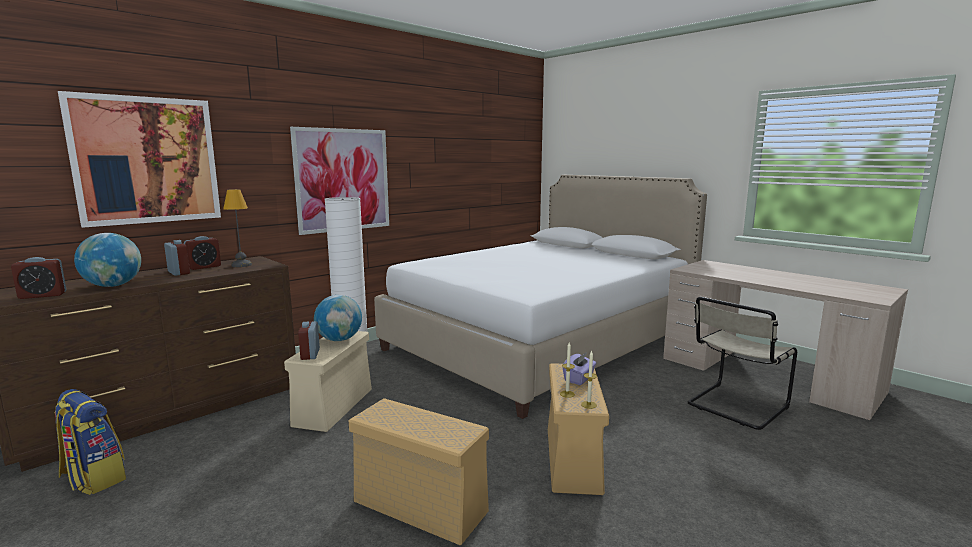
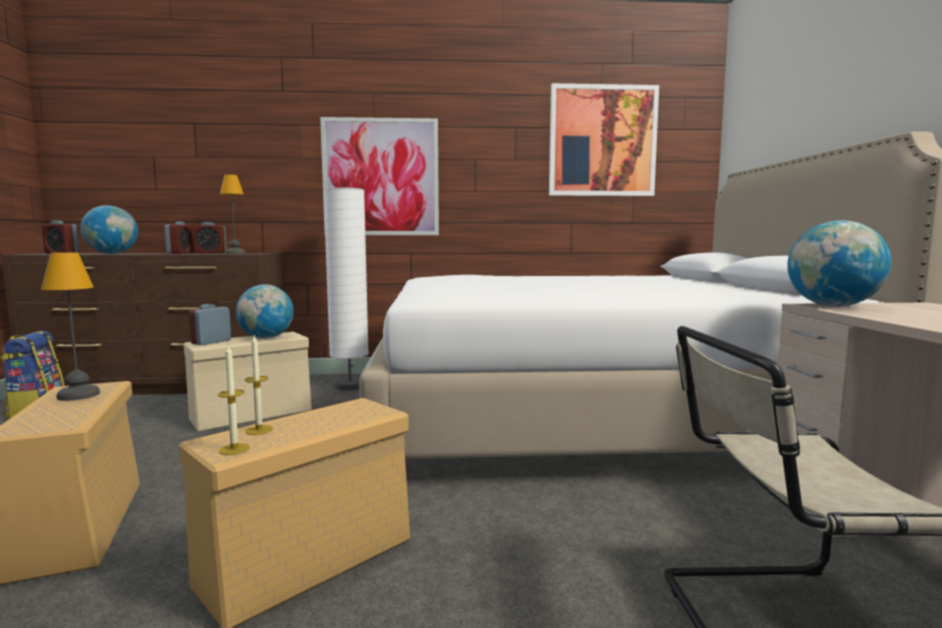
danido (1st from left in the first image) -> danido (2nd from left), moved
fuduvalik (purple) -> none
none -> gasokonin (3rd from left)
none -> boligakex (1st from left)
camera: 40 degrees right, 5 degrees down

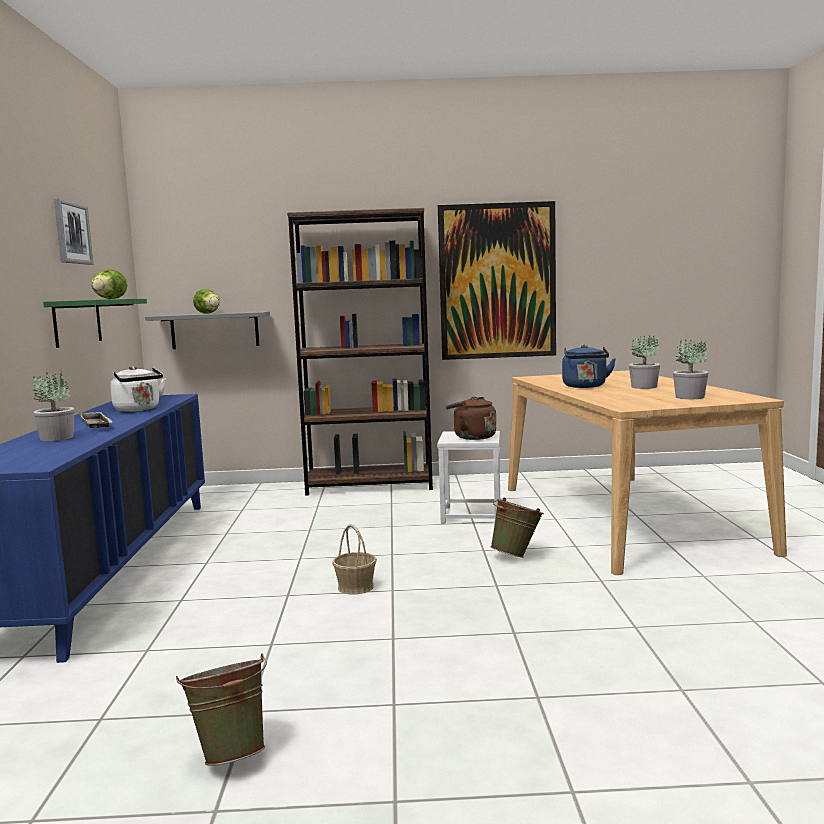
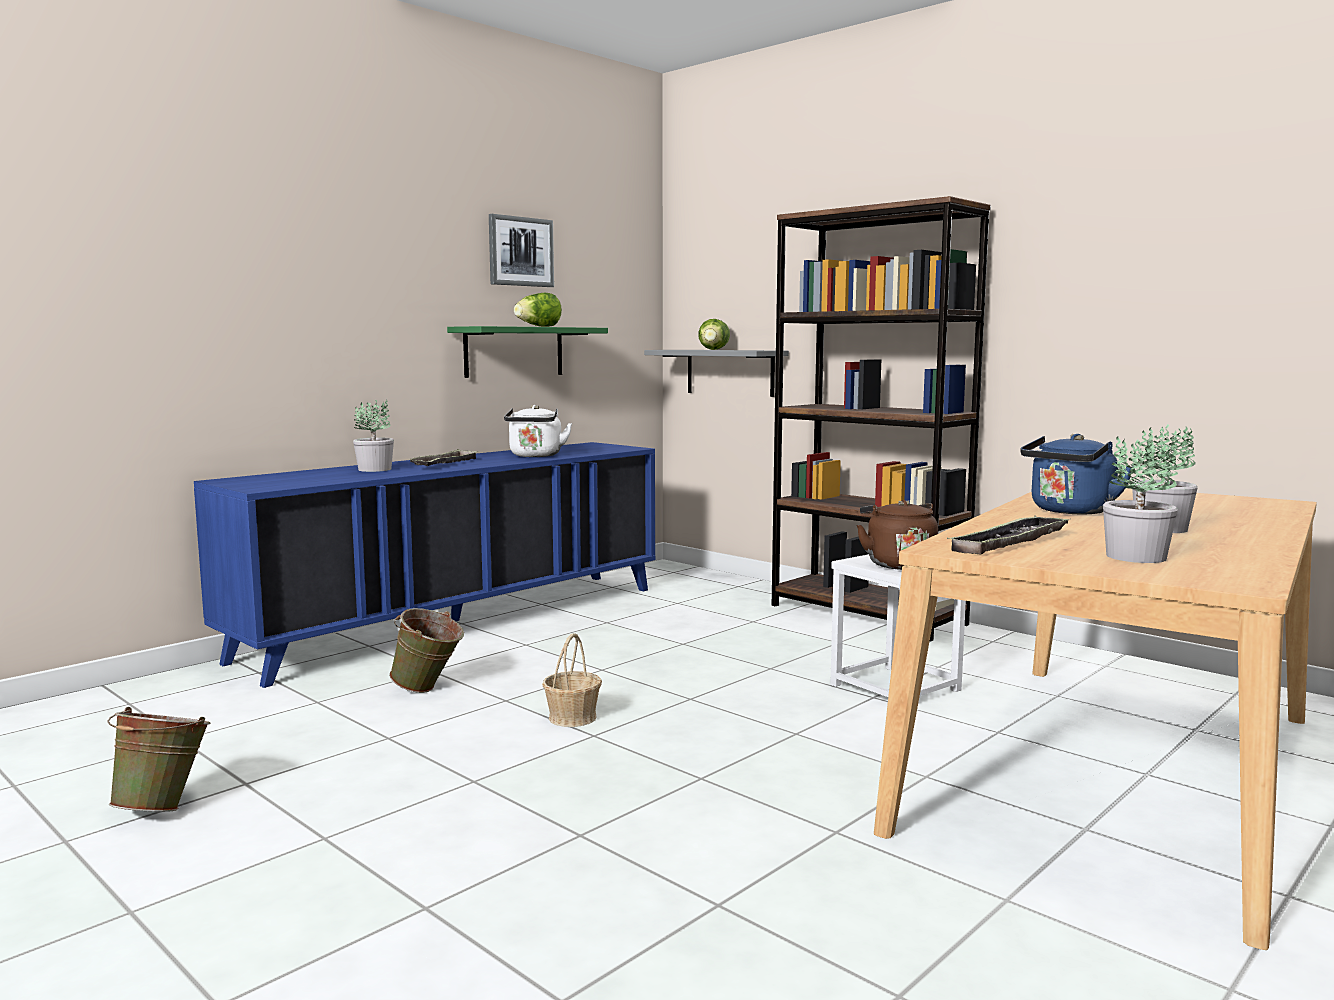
danido (2nd from left) -> none
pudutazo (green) (2nd from left), moved
none -> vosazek (2nd from left)
camera: 45 degrees right, 0 degrees up

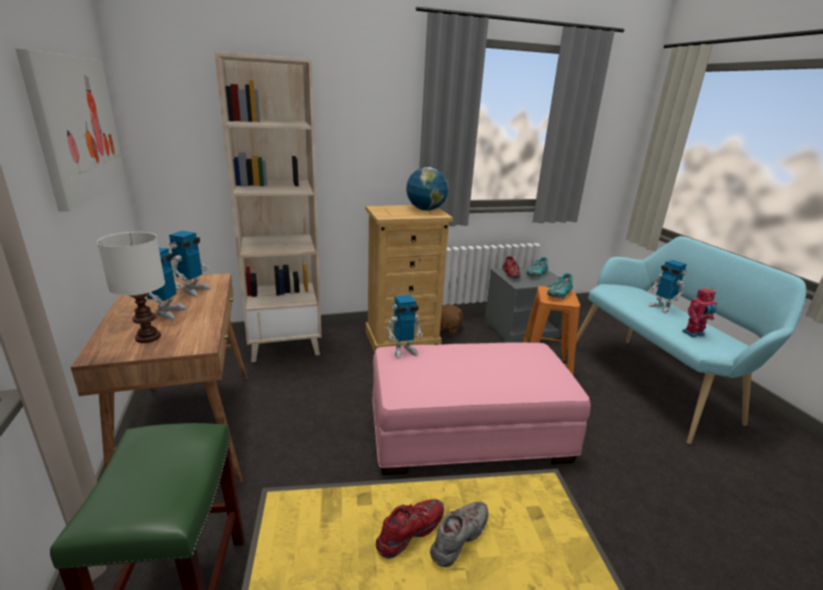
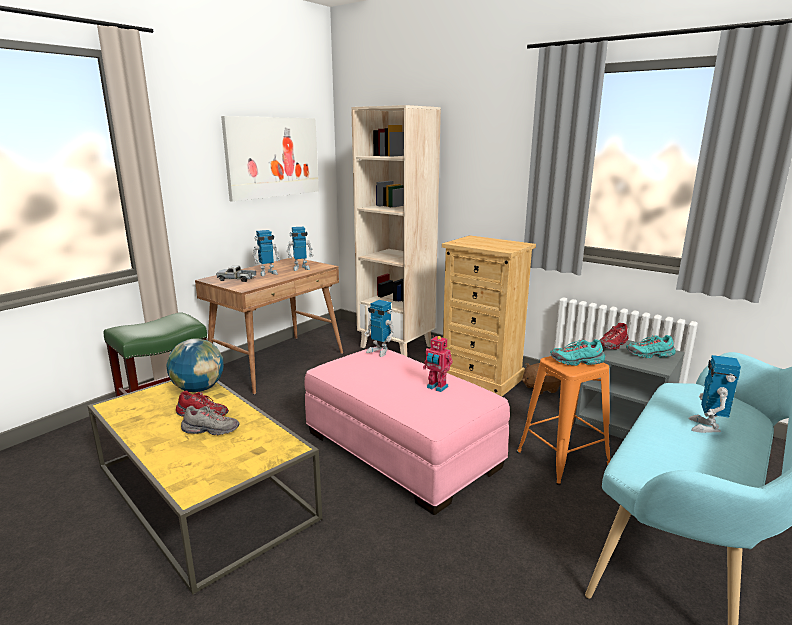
gasokonin, moved
boligakex (white) -> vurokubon
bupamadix (5th from left in the first image) -> bupamadix (4th from left), moved
camera: 55 degrees right, 5 degrees down

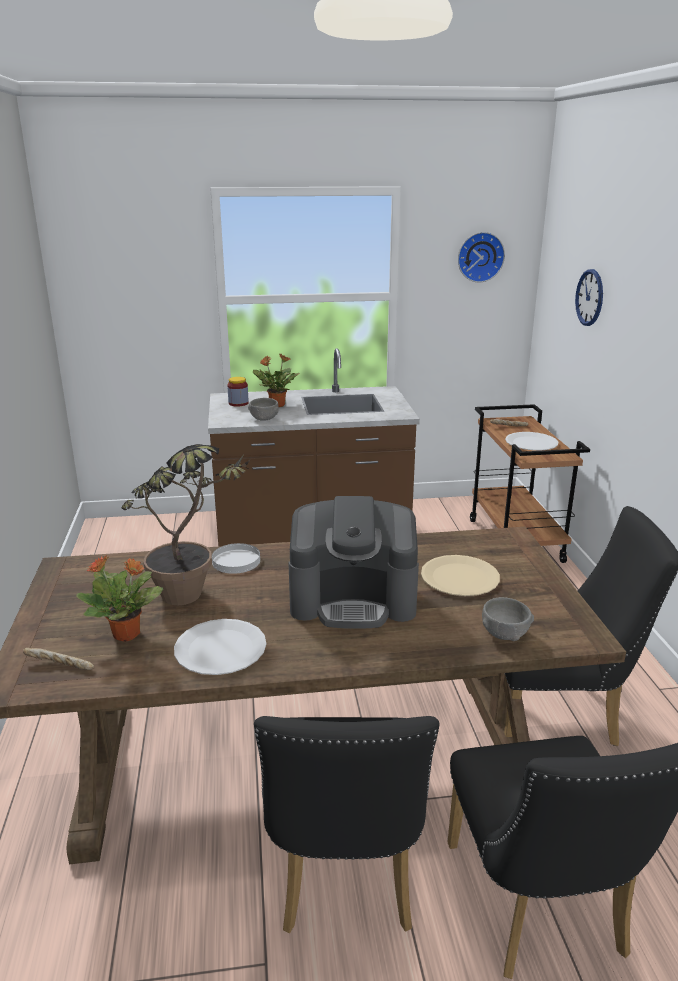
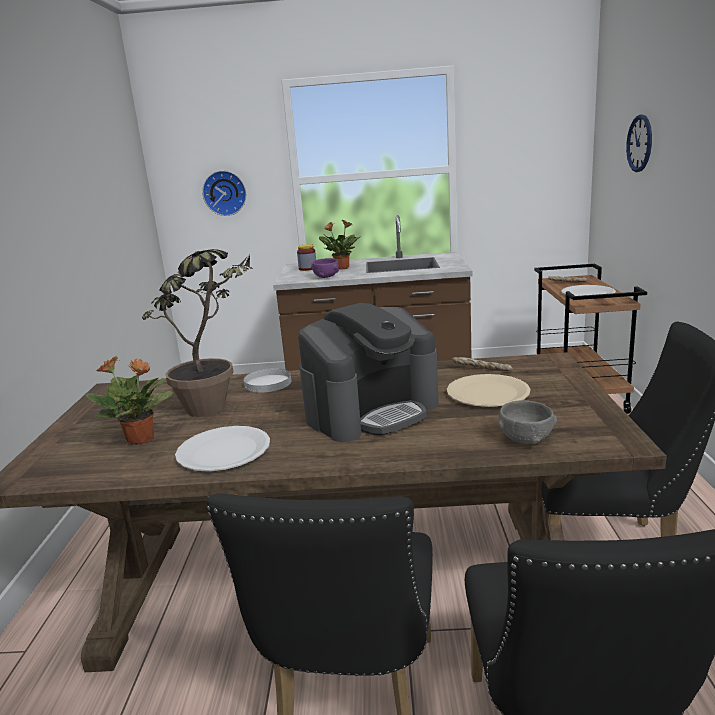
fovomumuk (1st from left), moved
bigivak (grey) (1st from left) -> bigivak (purple)
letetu, 45 degrees counterclockwise
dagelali (1st from left), moved
camera: 10 degrees right, 5 degrees down

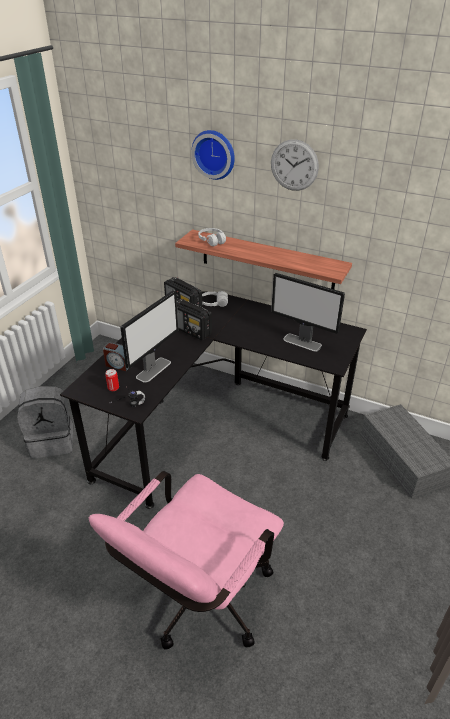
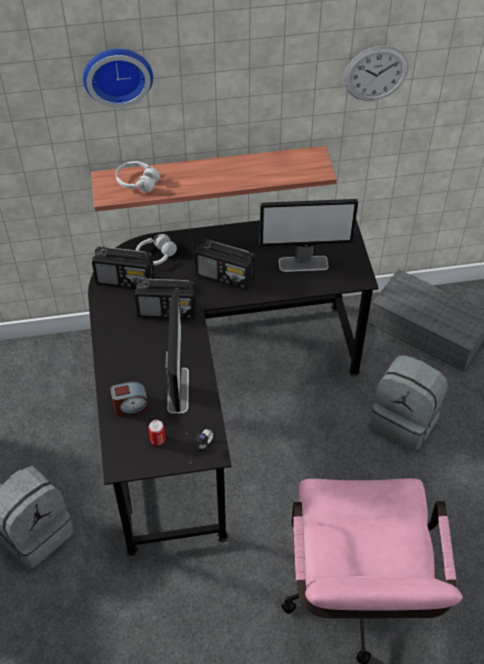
fovomumuk (2nd from left), moved
none -> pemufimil (3rd from left)
none -> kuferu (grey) (2nd from left)
camera: 35 degrees left, 15 degrees up

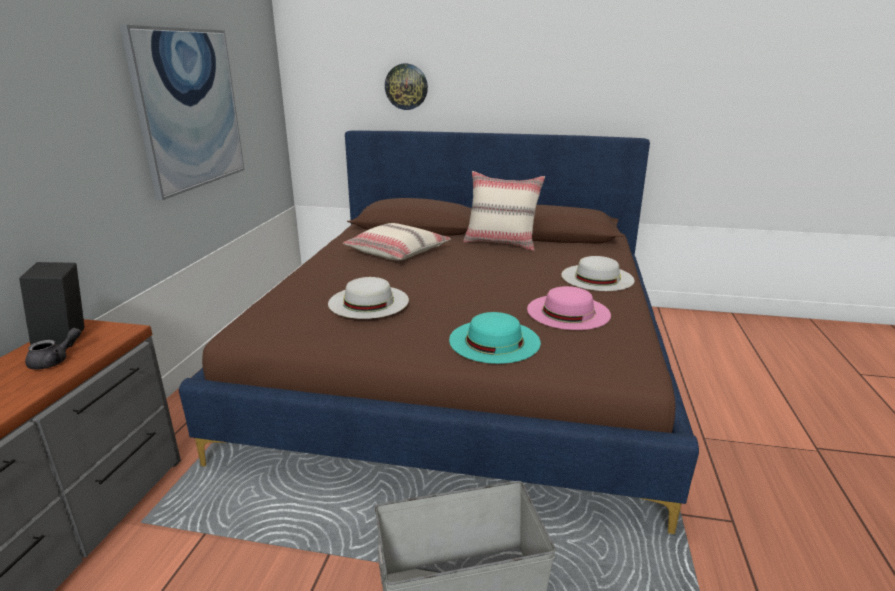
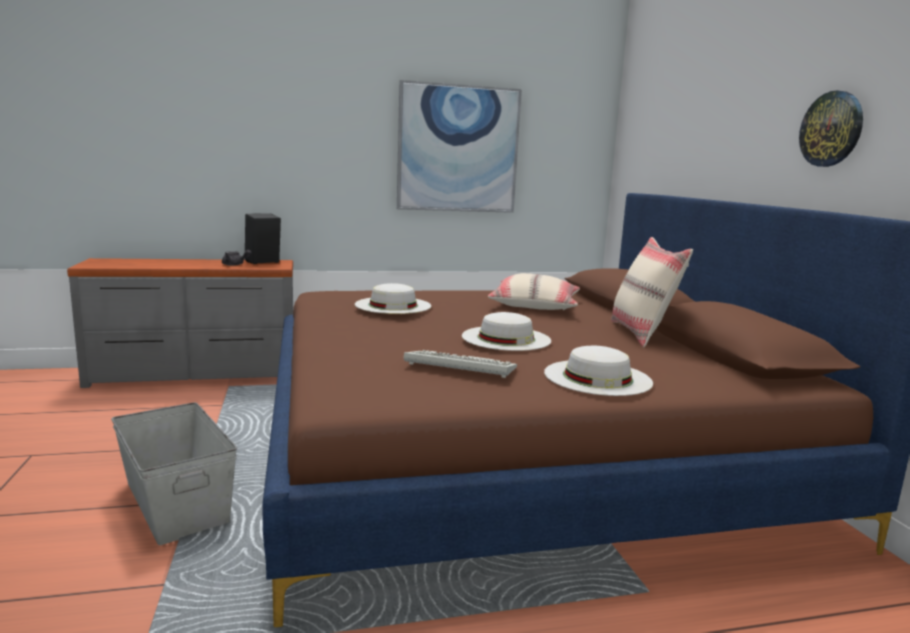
fovomumuk, moved
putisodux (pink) -> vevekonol
putisodux (turquoise) -> none
none -> putisodux (white) (2nd from left)
camera: 65 degrees right, 10 degrees down

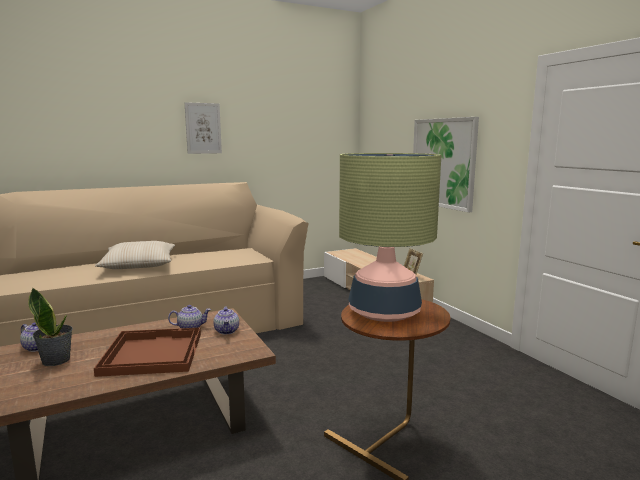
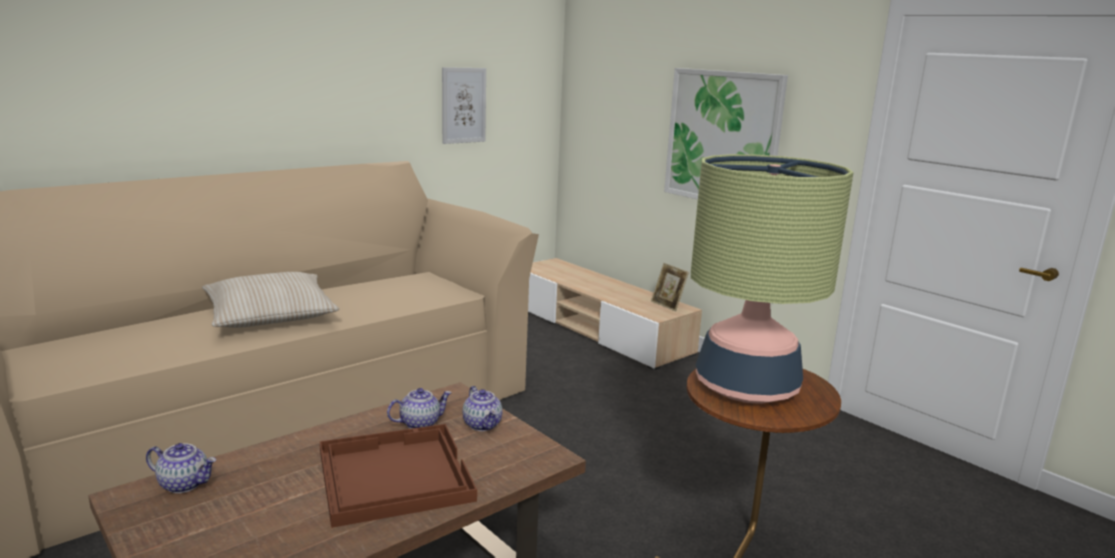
danido (1st from left), moved
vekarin -> none
camera: 15 degrees left, 5 degrees up

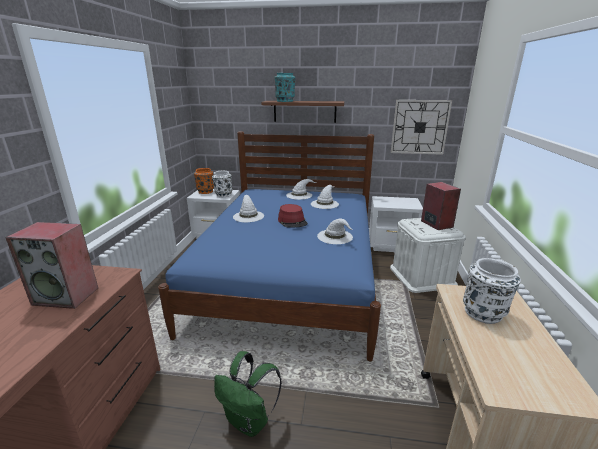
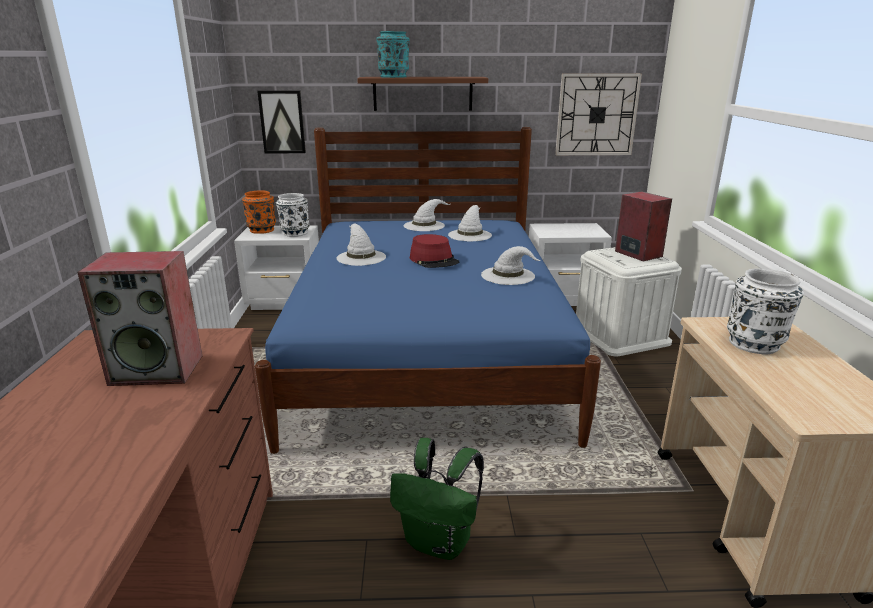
none -> danido
camera: 10 degrees left, 0 degrees up

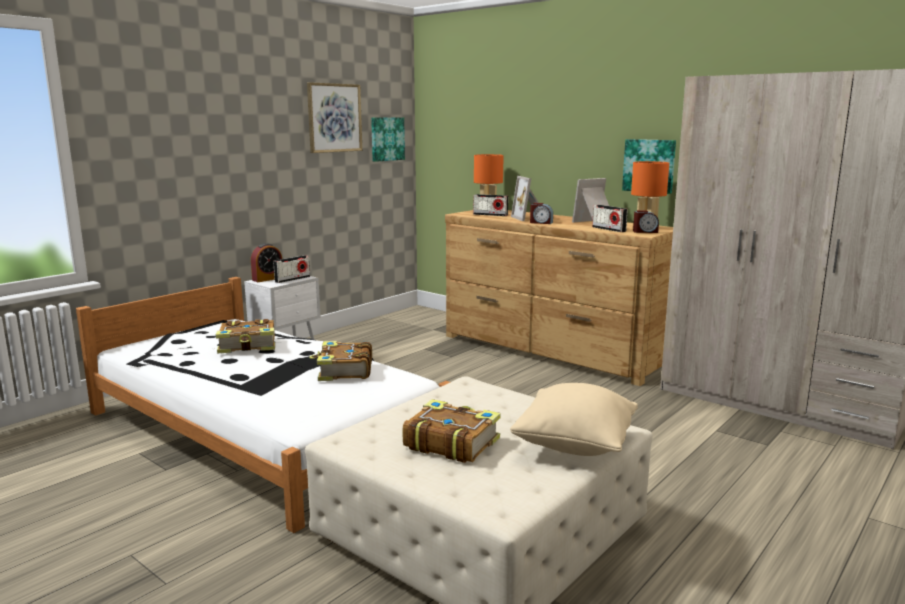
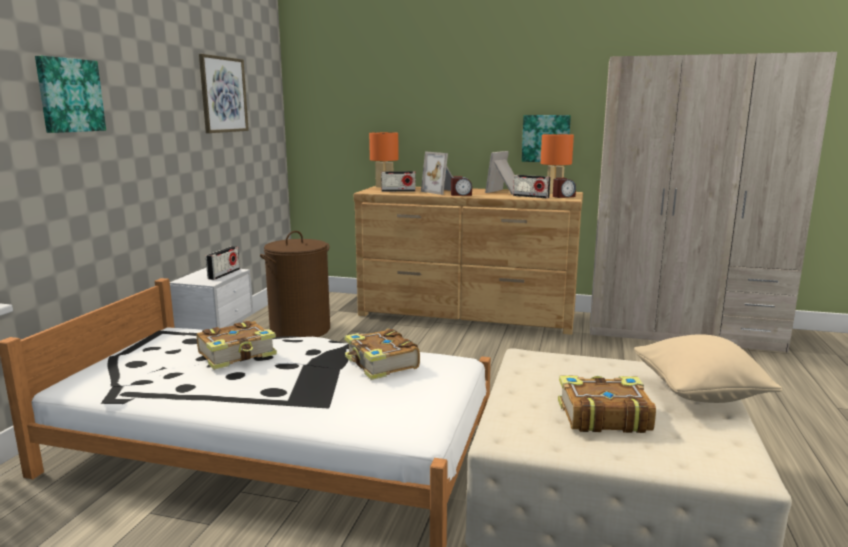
danido (2nd from left in the first image) -> danido (1st from left), moved
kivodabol (1st from left) -> none
none -> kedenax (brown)
camera: 25 degrees left, 0 degrees up

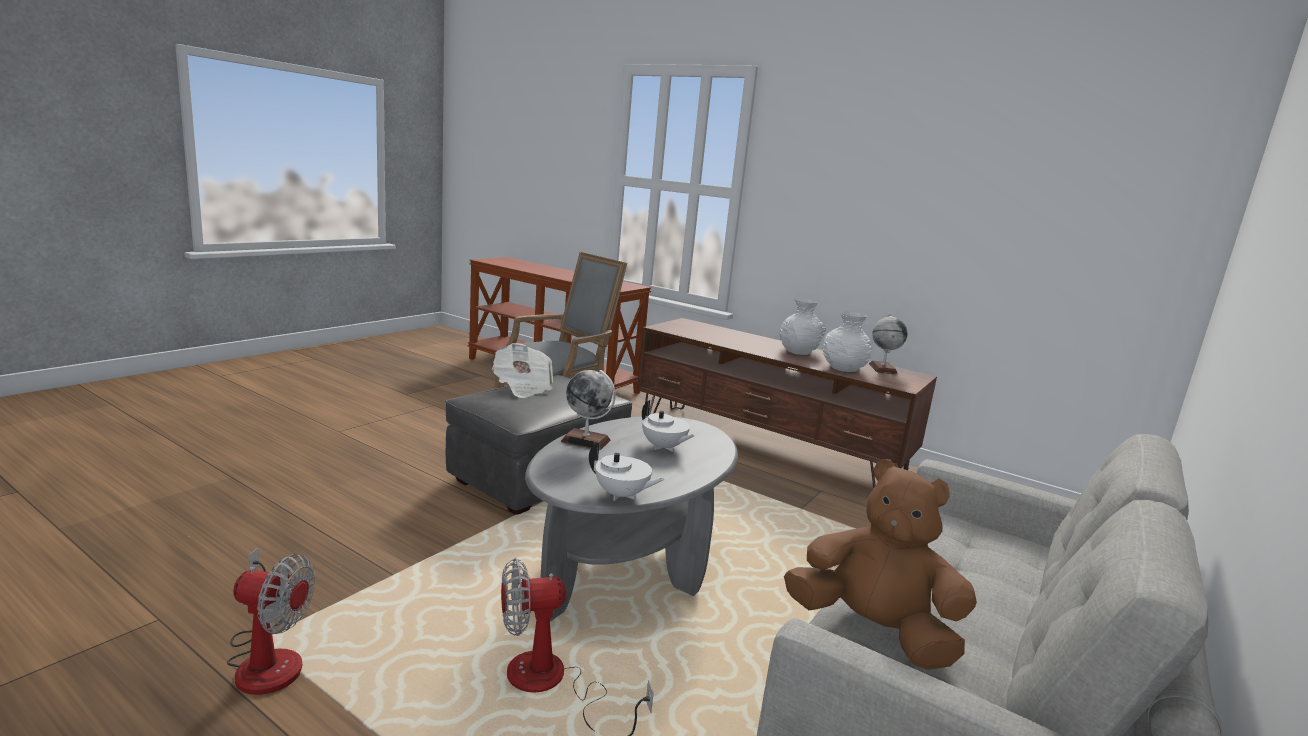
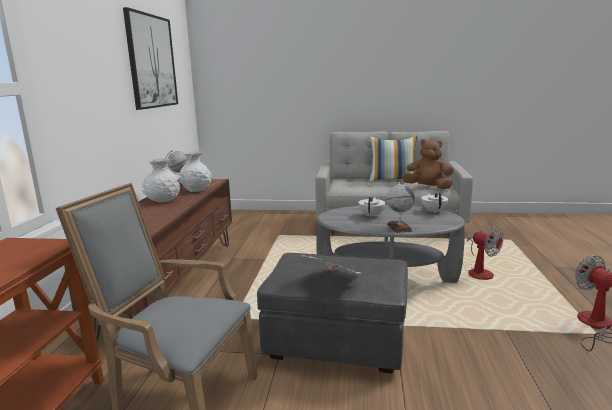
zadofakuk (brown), 105 degrees clockwise
none -> danido
none -> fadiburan
camera: 115 degrees left, 0 degrees up

